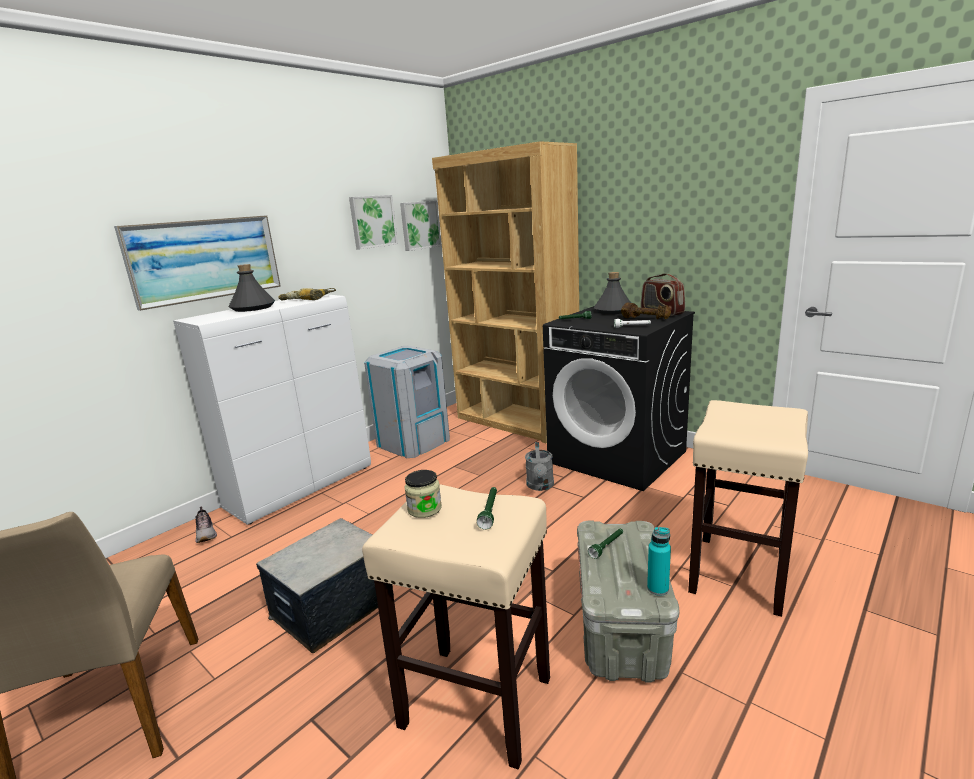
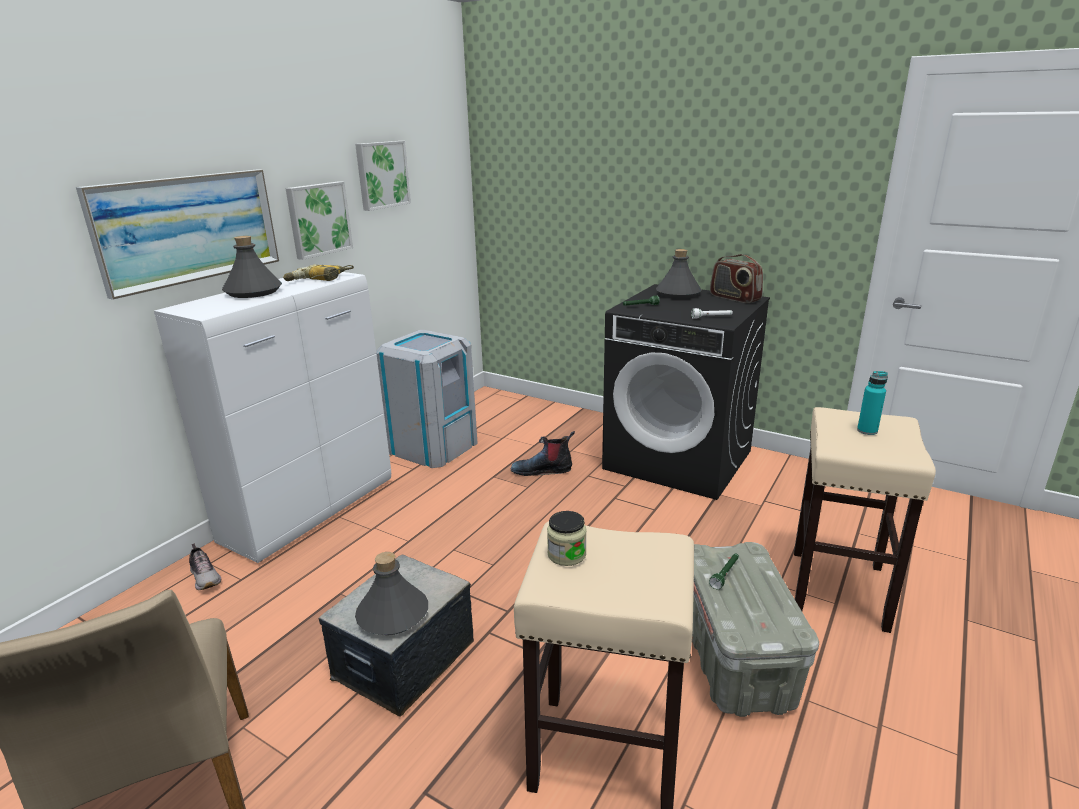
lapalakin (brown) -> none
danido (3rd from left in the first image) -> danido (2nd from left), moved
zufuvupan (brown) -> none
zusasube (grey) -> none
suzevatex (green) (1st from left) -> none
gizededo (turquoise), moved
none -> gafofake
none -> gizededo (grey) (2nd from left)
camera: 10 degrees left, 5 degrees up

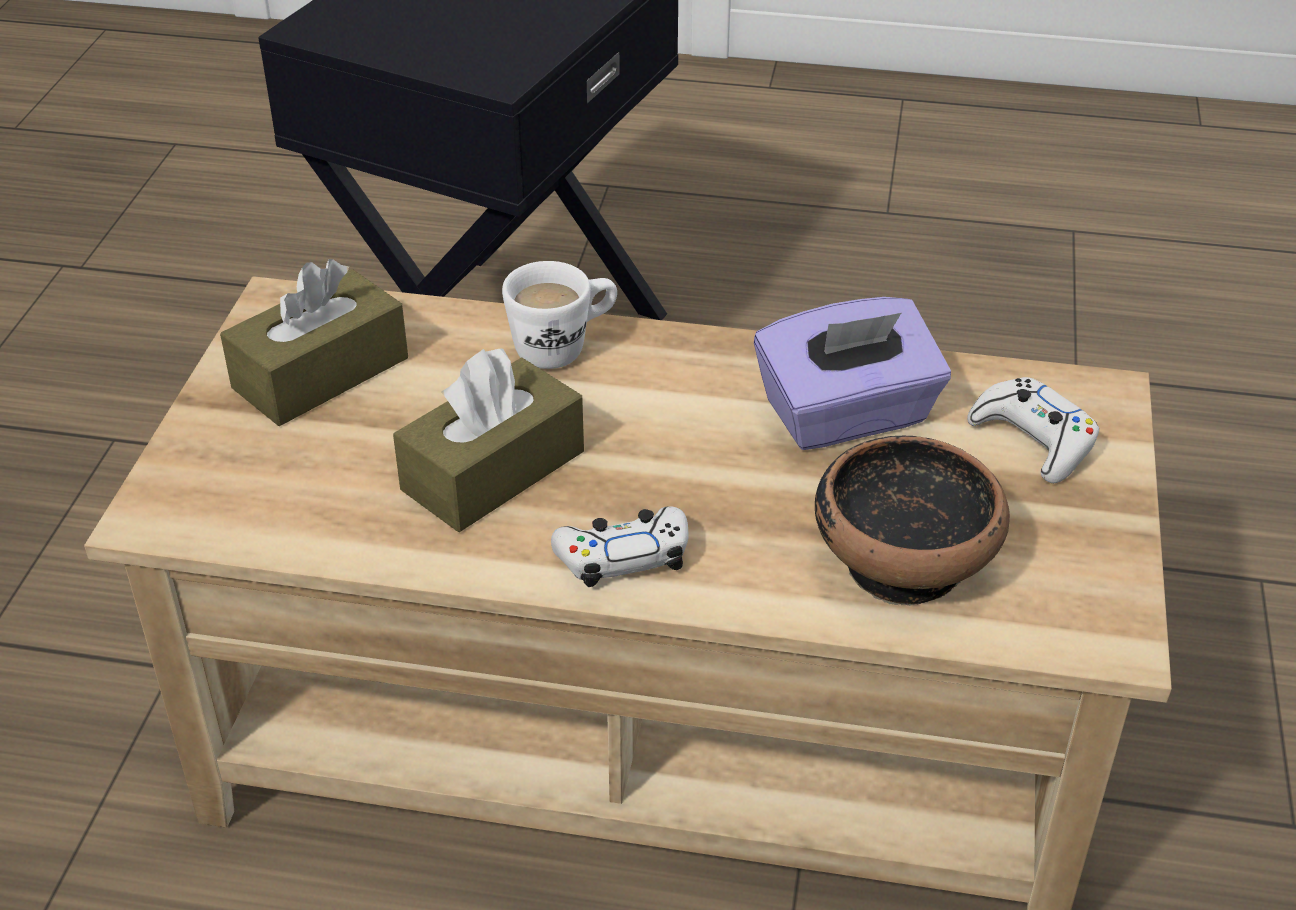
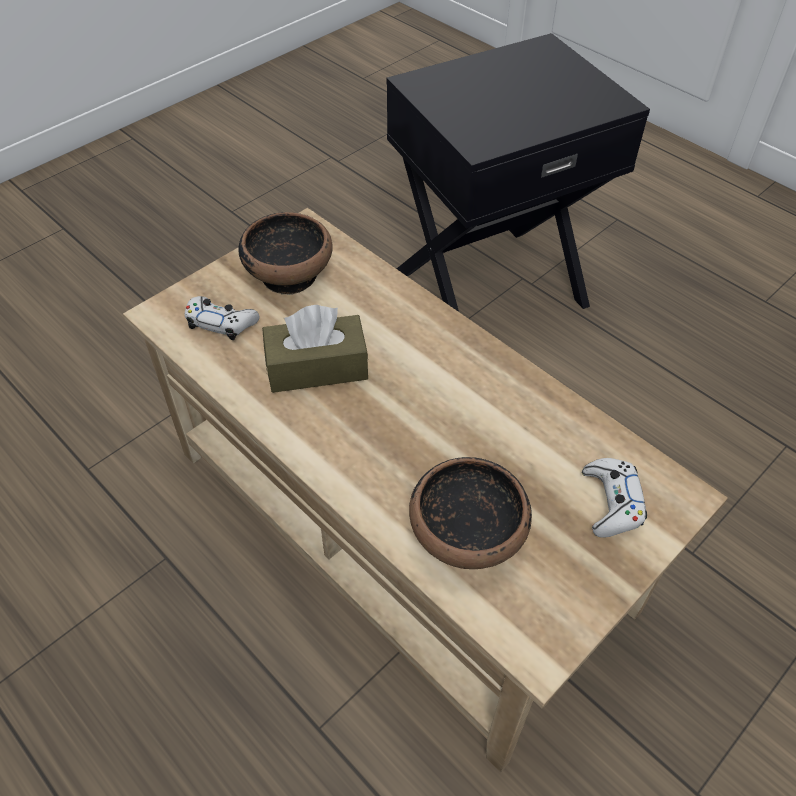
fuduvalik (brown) (1st from left) -> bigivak (1st from left)
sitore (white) -> none
fuduvalik (purple) -> none
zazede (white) (1st from left), moved
camera: 35 degrees right, 10 degrees up

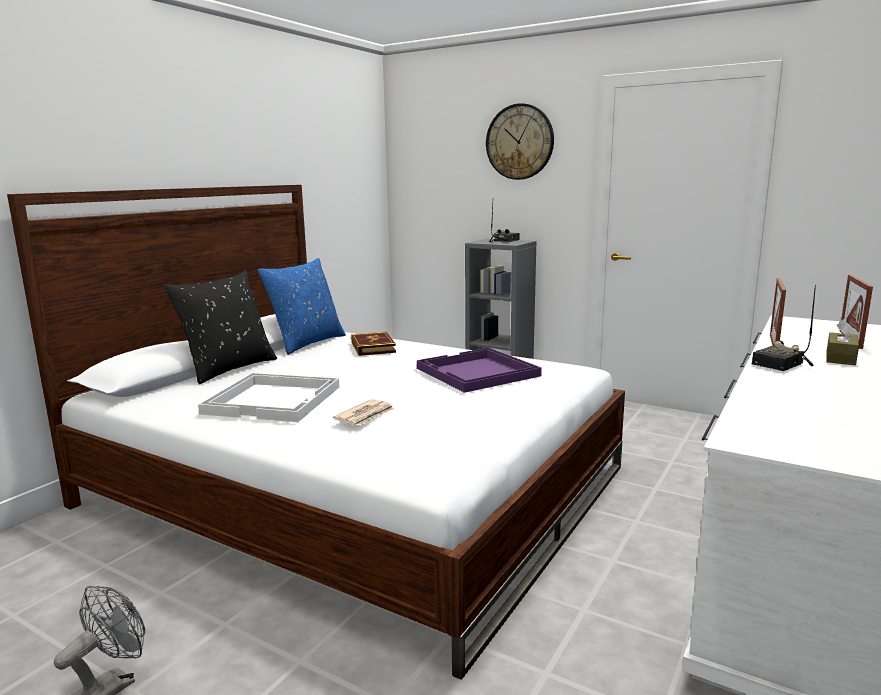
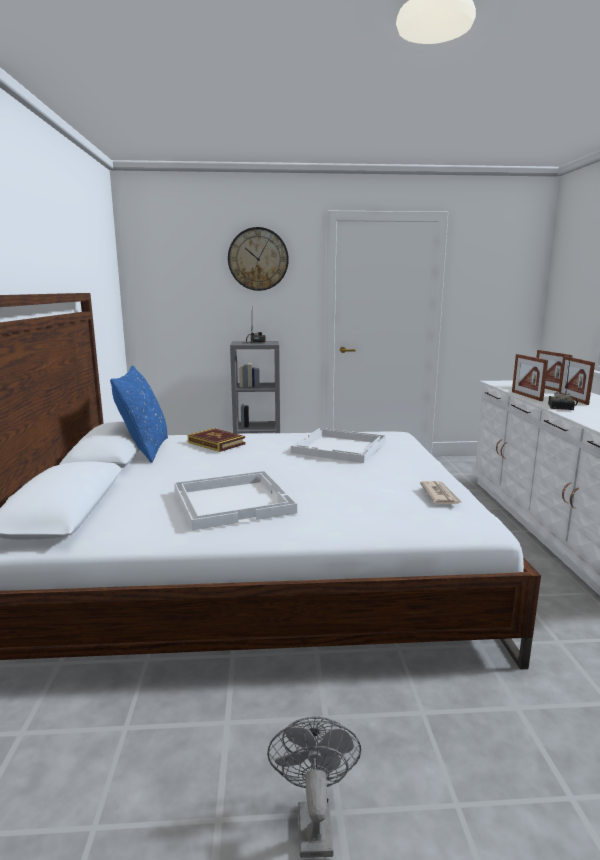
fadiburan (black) -> none
fuduvalik (brown) -> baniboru (3rd from left)
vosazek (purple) -> vosazek (white) (2nd from left)
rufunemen, moved
camera: 35 degrees left, 0 degrees up

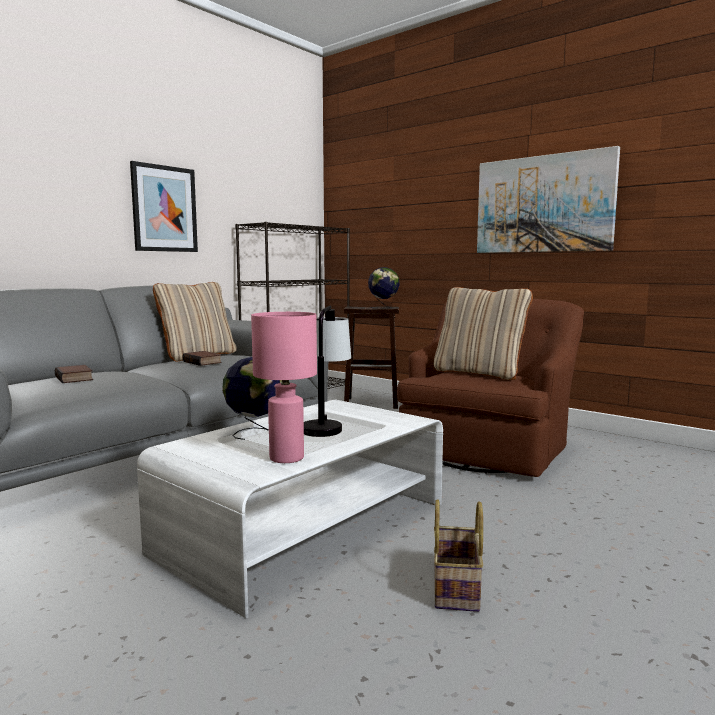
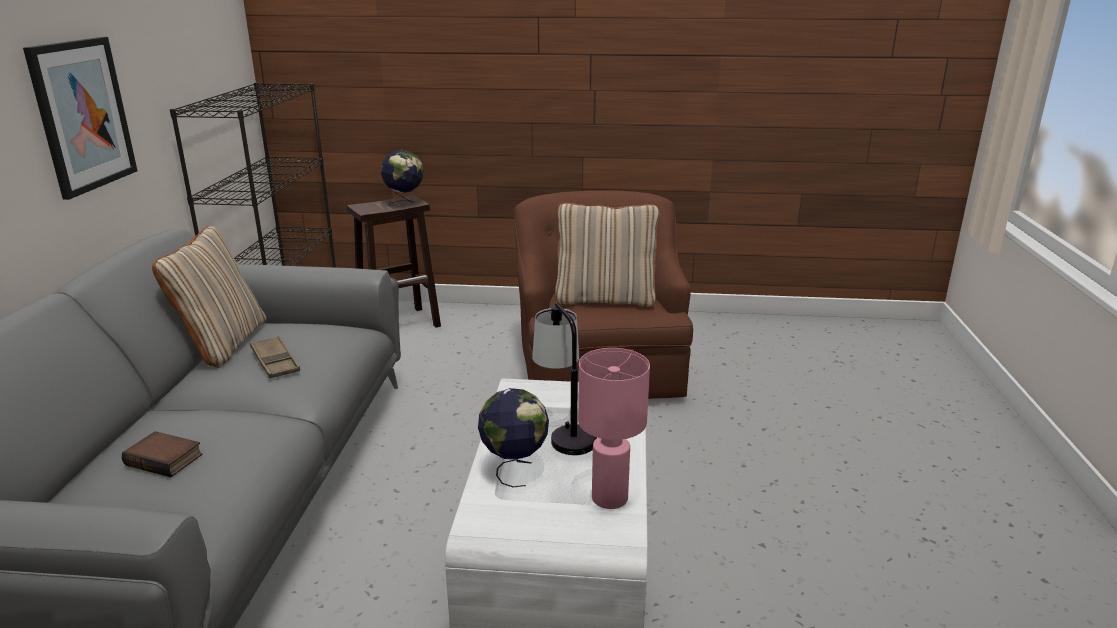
danido (2nd from left) -> none
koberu (2nd from left) -> vosazek (brown)
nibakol -> none
camera: 35 degrees left, 15 degrees up

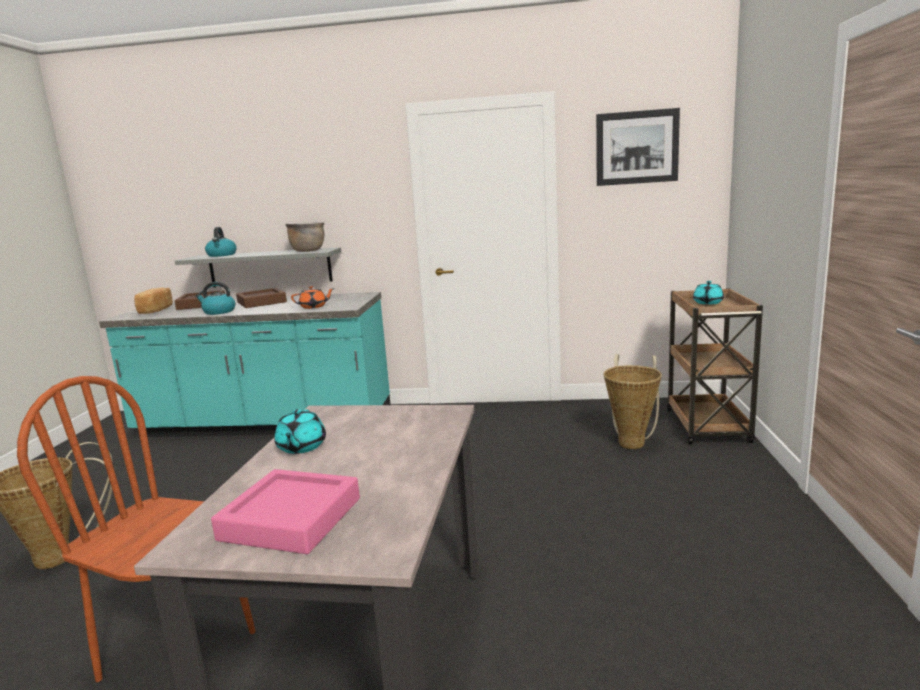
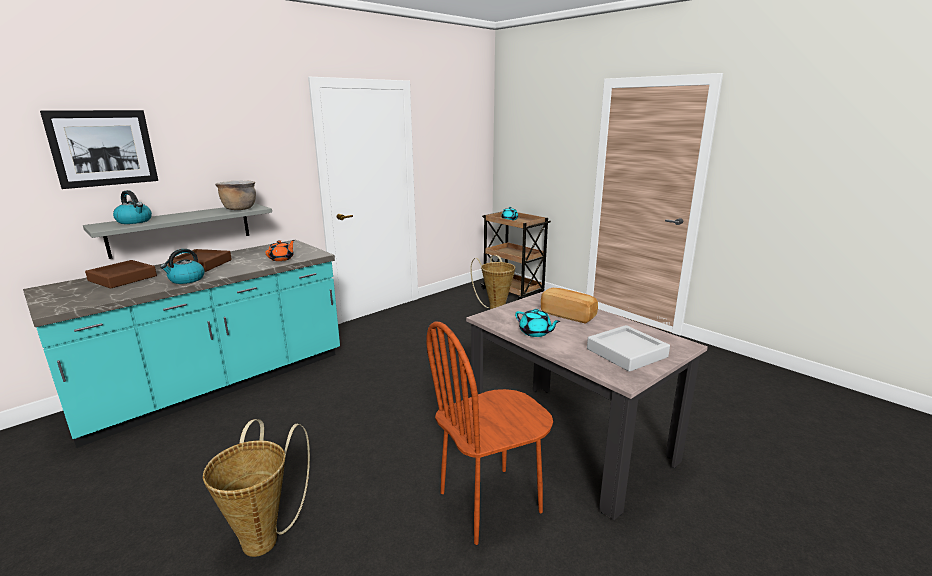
danido, moved
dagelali, moved
vosazek (pink) -> vosazek (grey)
camera: 50 degrees left, 5 degrees up

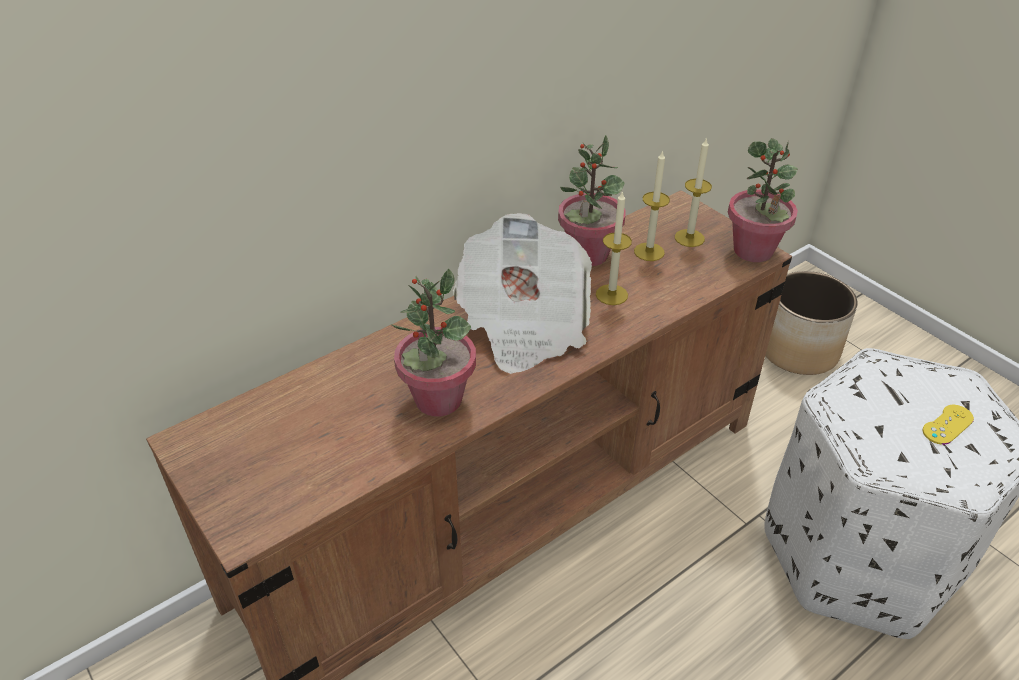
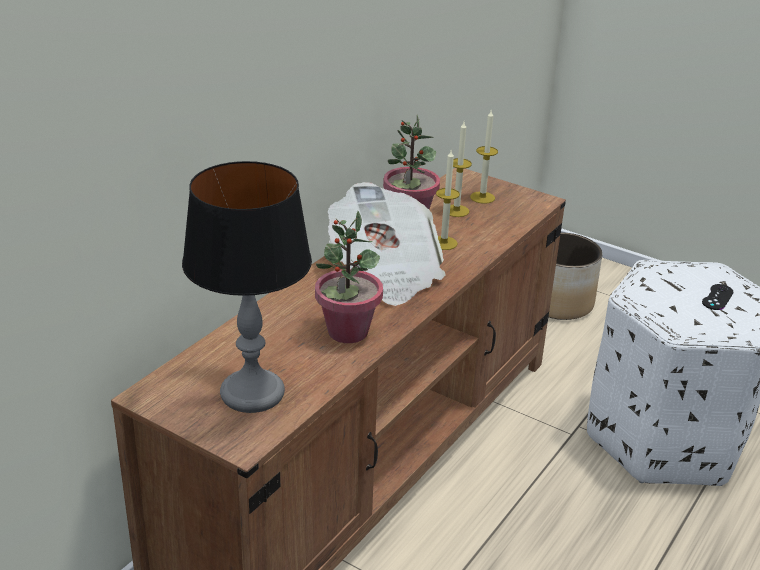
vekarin (3rd from left) -> none
zazede (yellow) -> zazede (black)
none -> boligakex
camera: 20 degrees left, 10 degrees down

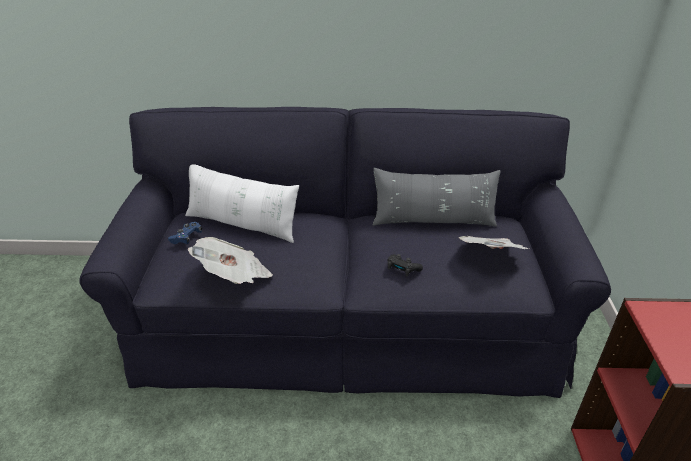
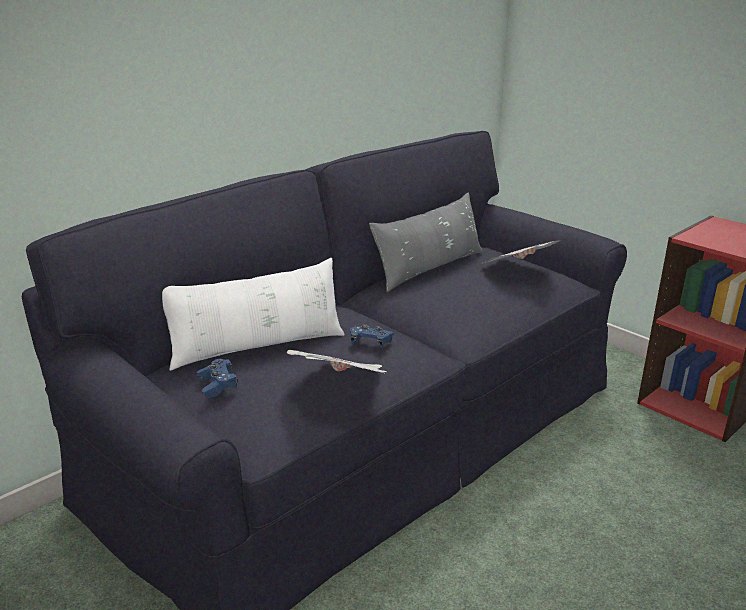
zazede (black) -> none
none -> zazede (blue) (2nd from left)
camera: 45 degrees left, 10 degrees down

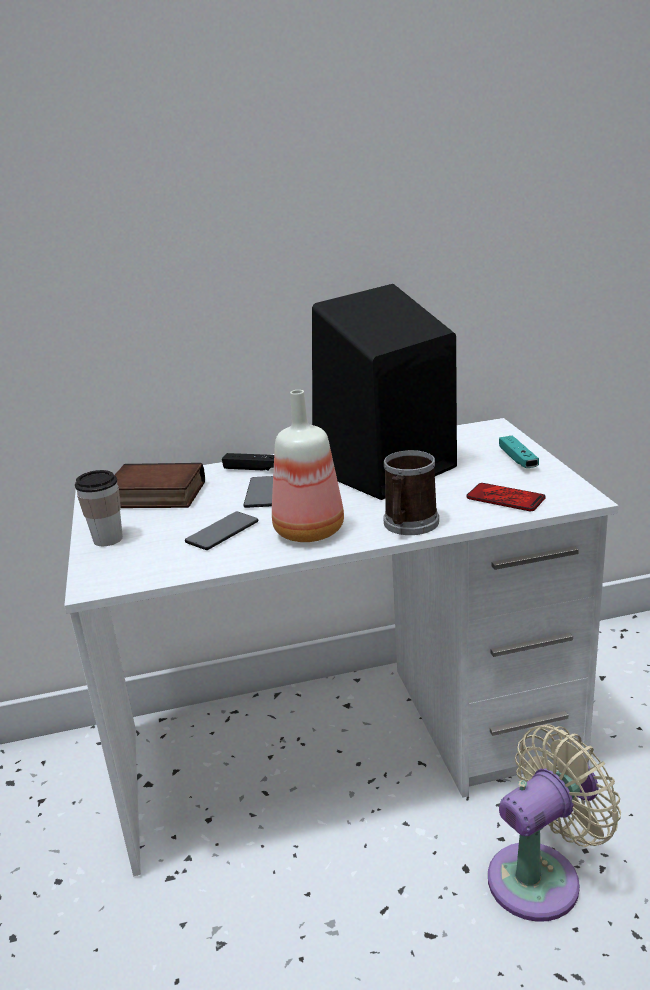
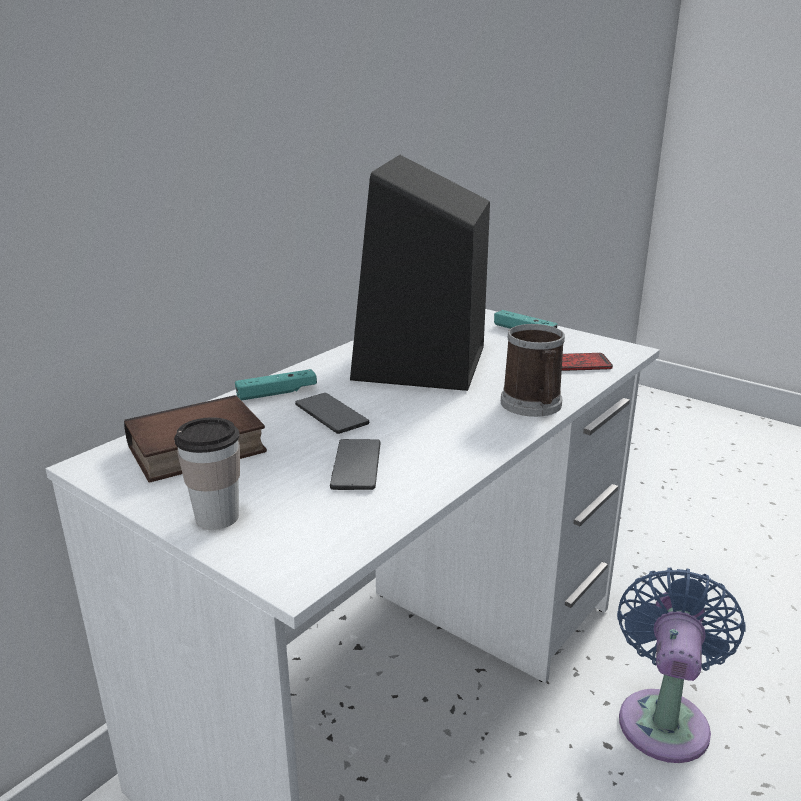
gizededo -> none
zazede (black) -> zazede (turquoise) (1st from left)
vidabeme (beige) -> vidabeme (blue)
camera: 40 degrees left, 0 degrees up

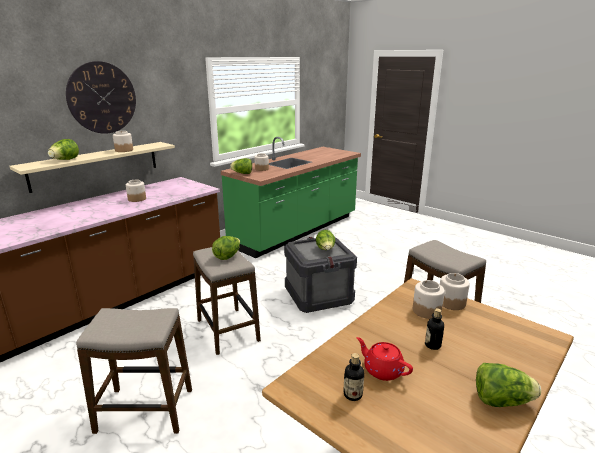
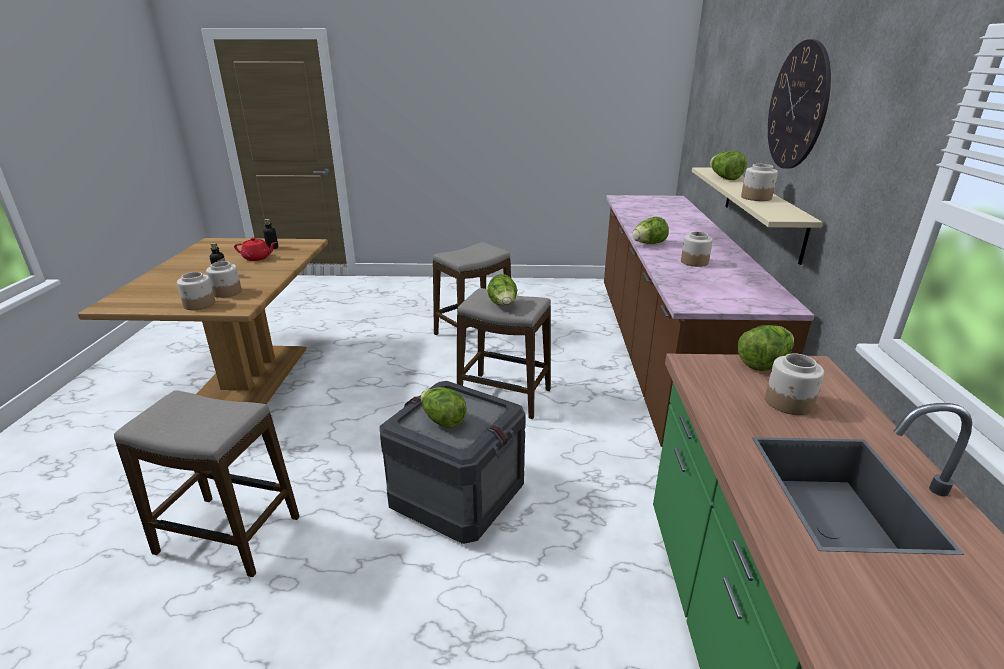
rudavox (5th from left in the first image) -> rudavox (3rd from left), moved
camera: 140 degrees right, 5 degrees up

